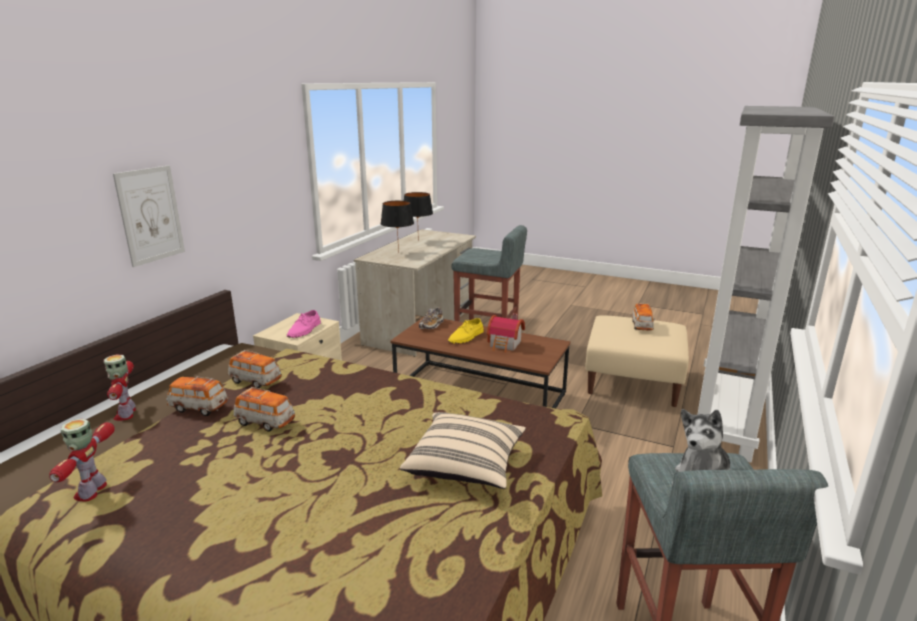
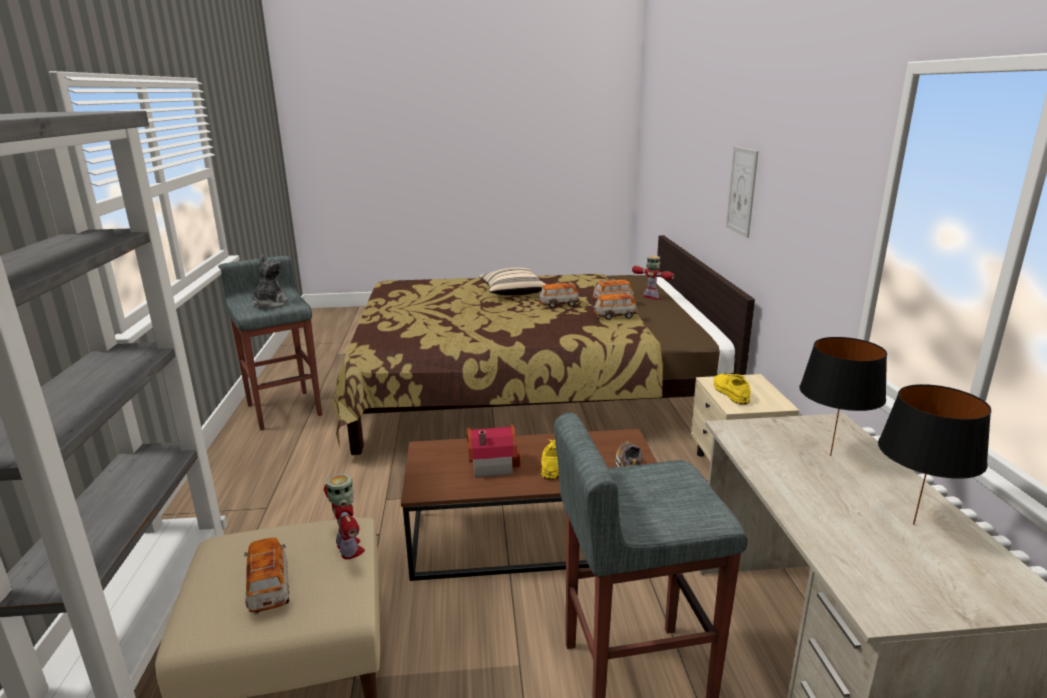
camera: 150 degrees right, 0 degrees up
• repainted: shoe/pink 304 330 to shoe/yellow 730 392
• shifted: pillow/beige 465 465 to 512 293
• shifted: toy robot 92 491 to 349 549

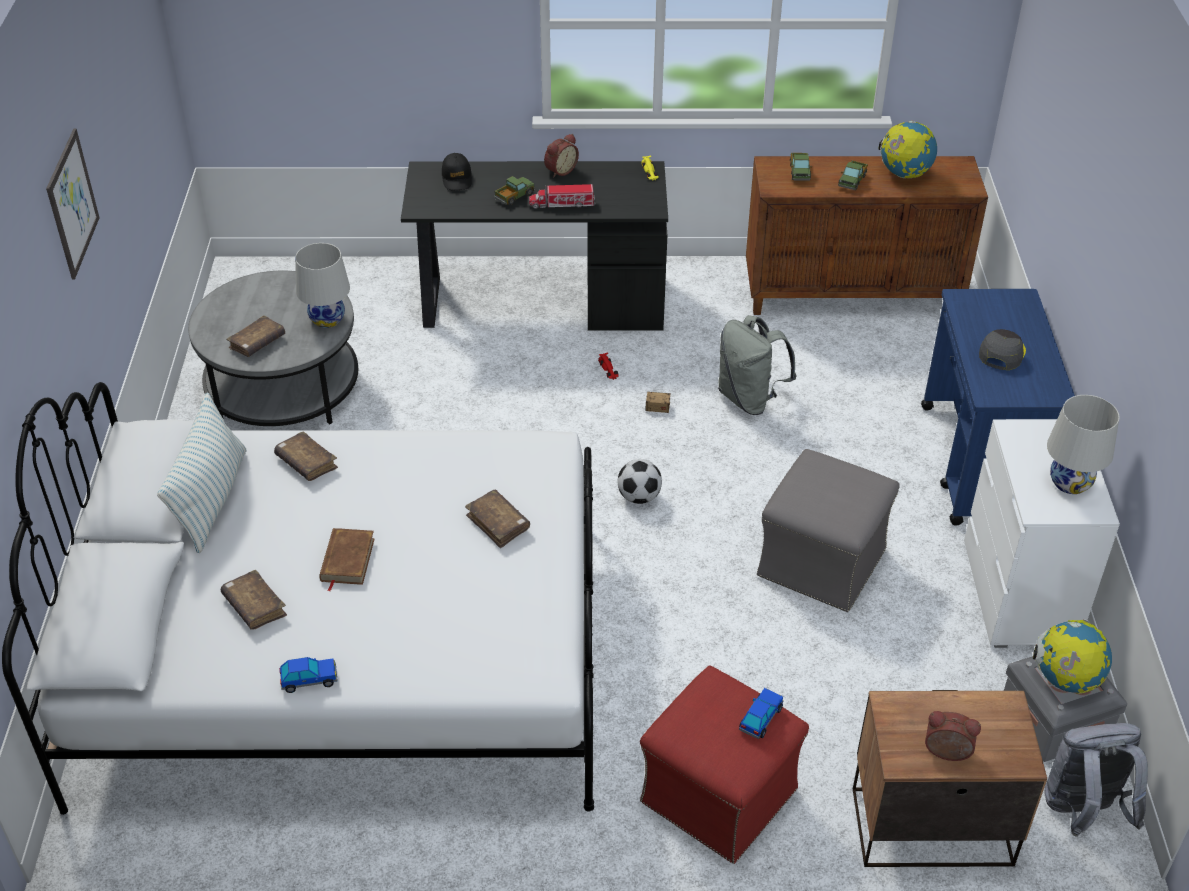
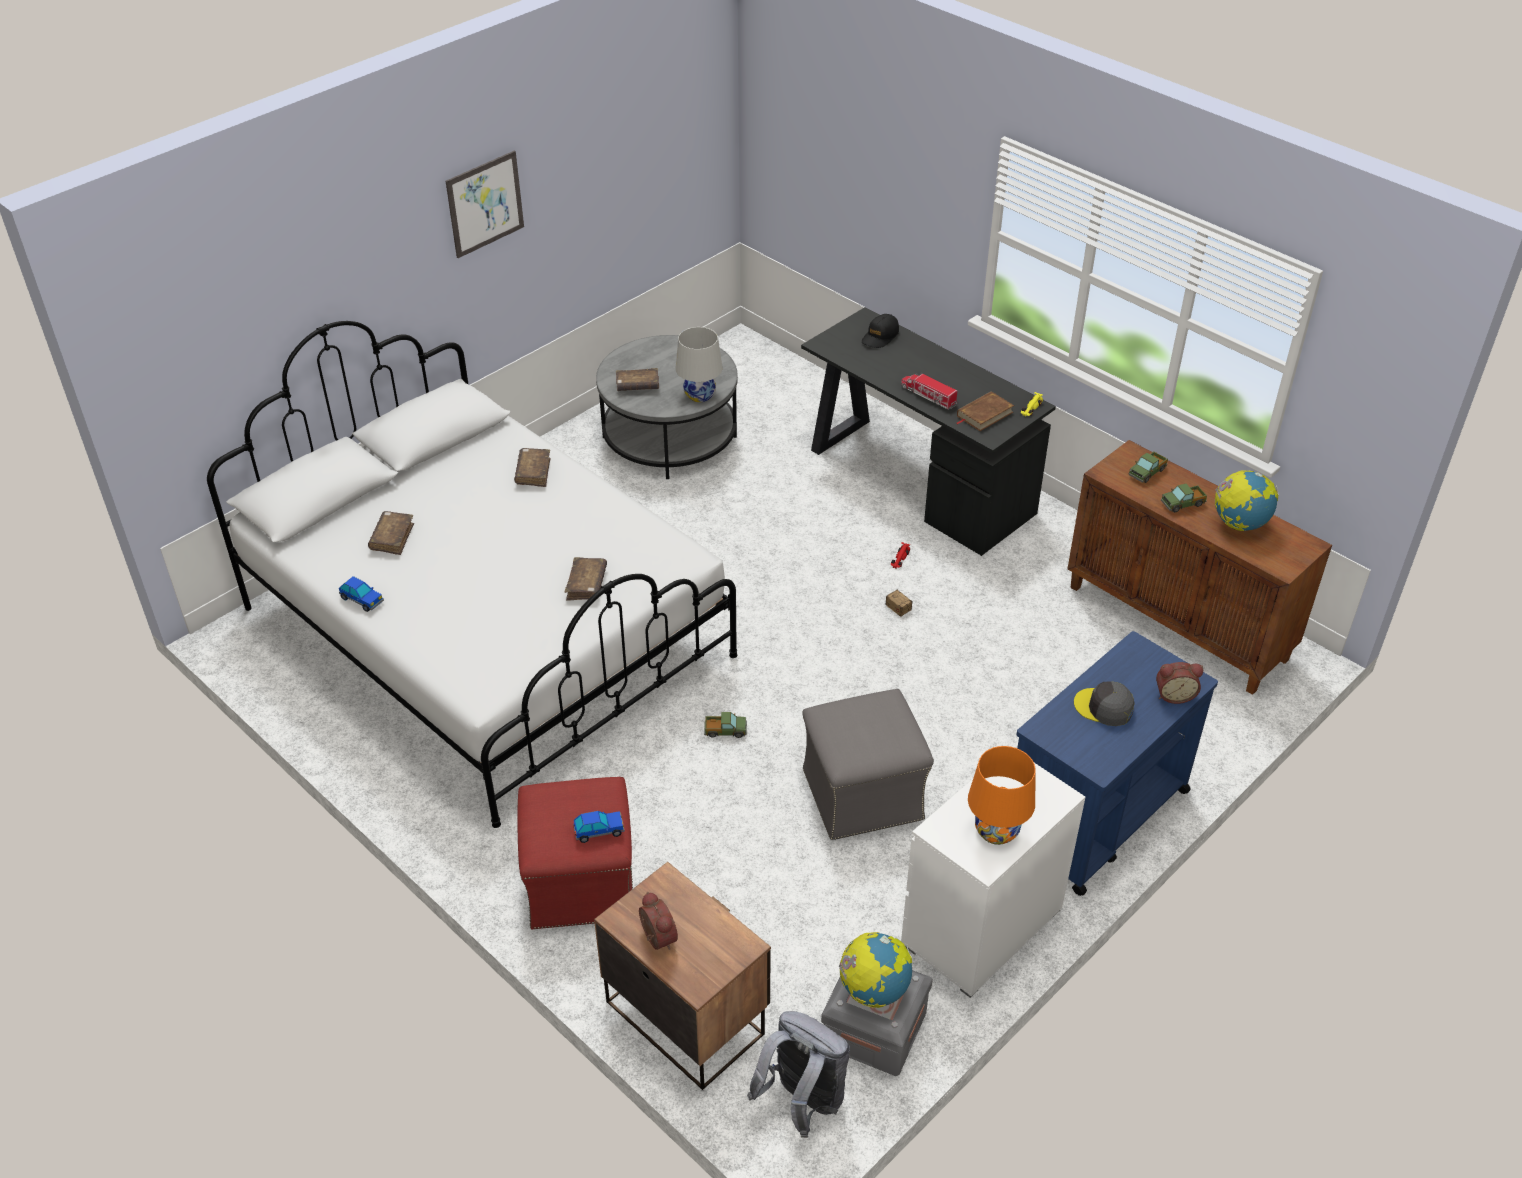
camera: 45 degrees right, 0 degrees up
• shifted: alarm clock 560 170 to 1174 695
• shifted: toy truck 514 196 to 725 731
• gone: backpack/grey 749 399
• rotated: cap/grey 1001 353 = 1104 707 135 degrees counterclockwise
• gone: pillow 212 499
• repainted: table lamp/white 1070 483 to table lamp/orange 996 831
• gone: football 639 497
• shifted: book/brown 347 560 to 984 414

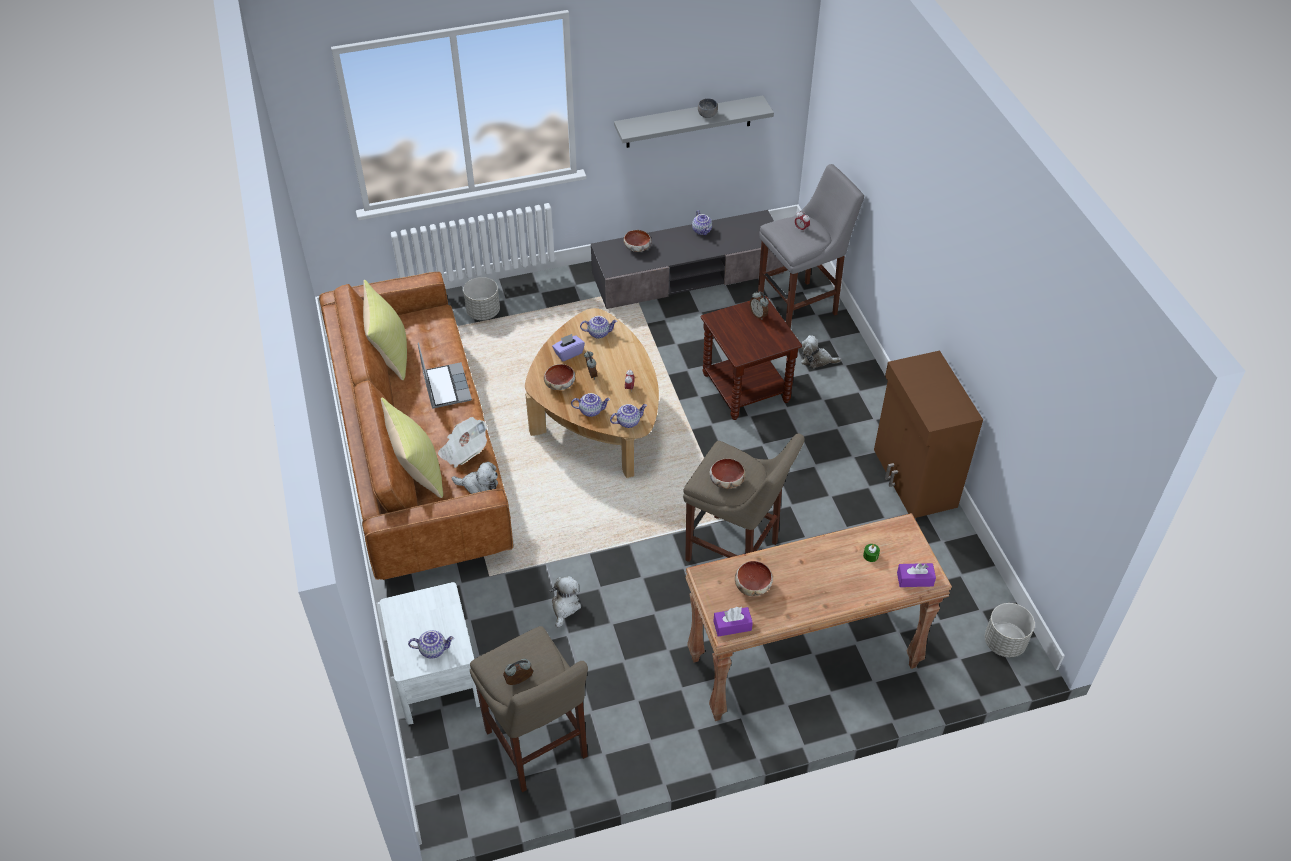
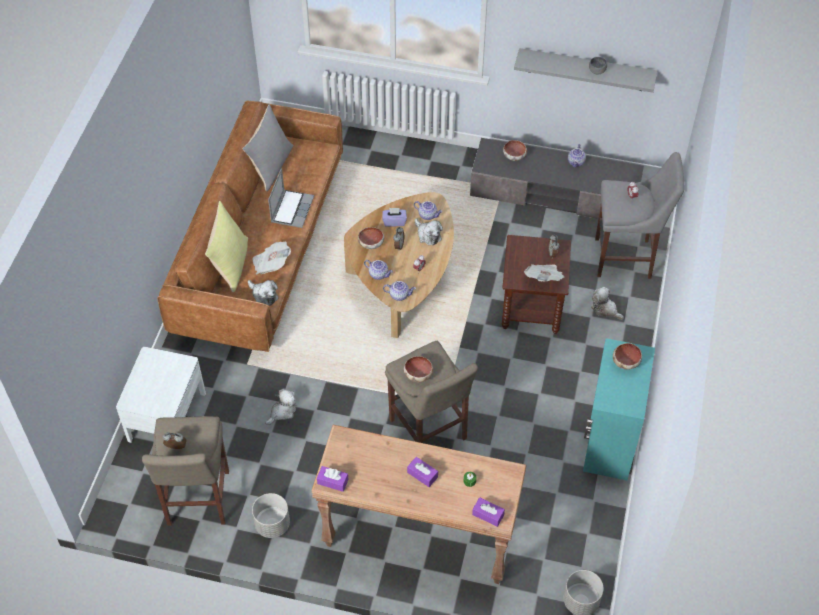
camera: 30 degrees right, 5 degrees up
• shifted: planter/grey 483 312 to 273 524
• repainted: pillow/yellow 389 353 to pillow/grey 271 166
• repainted: cabinet/brown 913 479 to cabinet/turquoise 609 441
• shifted: bowl 752 585 to 626 361
• gone: teapot 433 649
• new: plush toy 428 235
• new: newspaper 544 279
• new: tissue box/purple 422 474

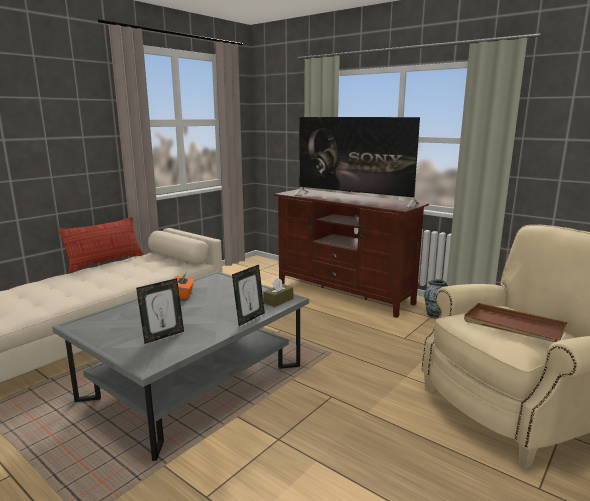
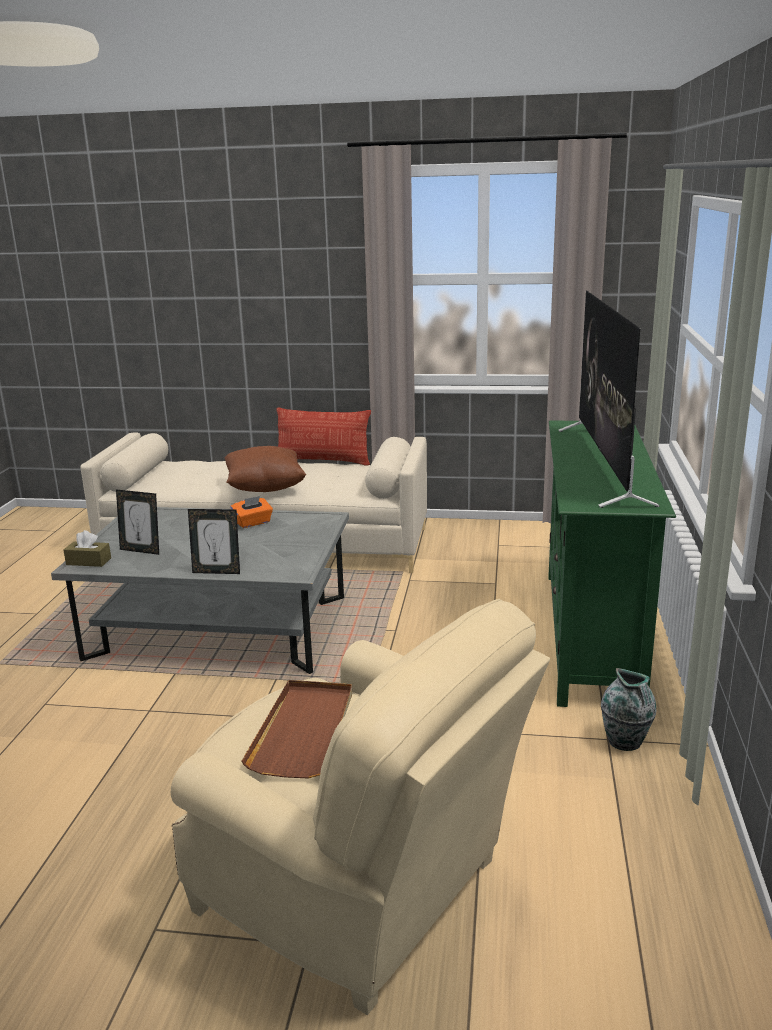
camera: 60 degrees right, 5 degrees up
• repainted: tv stand/brown 344 293 to tv stand/green 592 635
• shifted: tissue box/brown 278 301 to 88 561
• new: pillow/brown 265 488

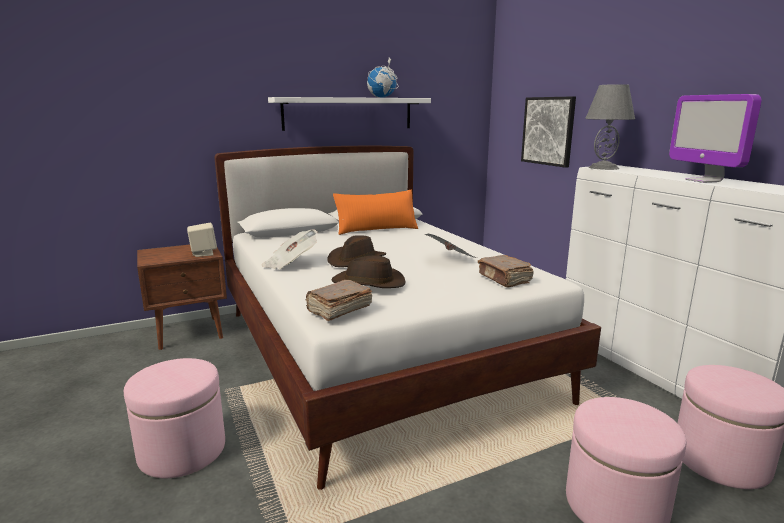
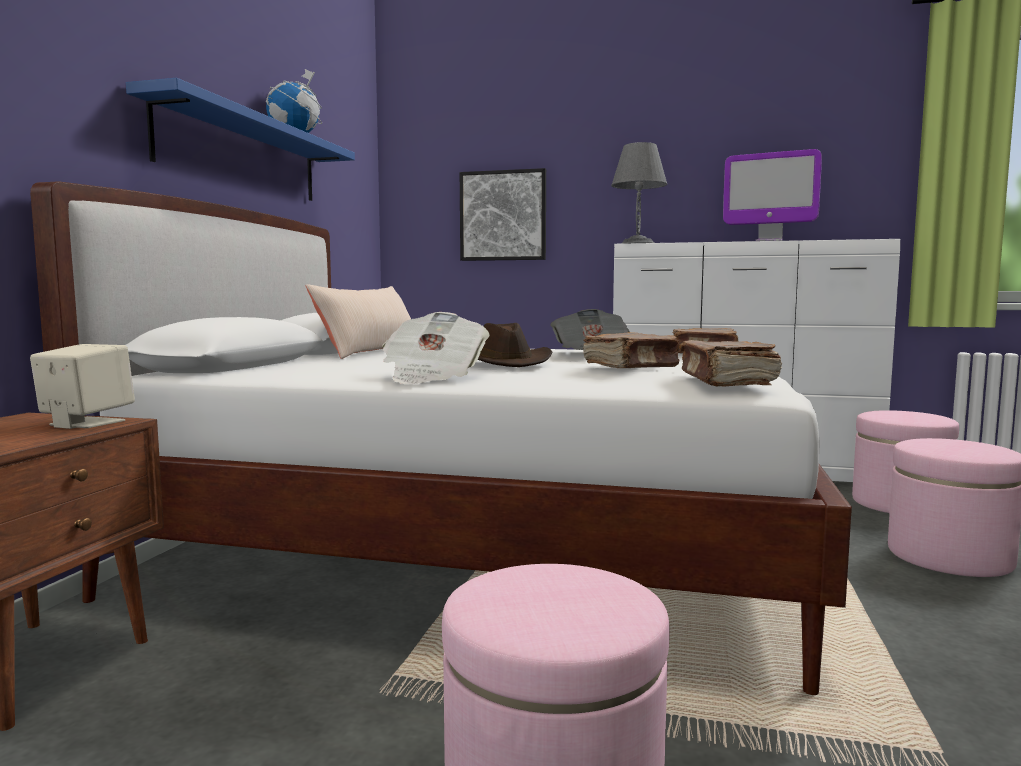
camera: 50 degrees left, 10 degrees down
• repainted: shelf/white 348 113 to shelf/blue 243 155
• repainted: pillow/orange 376 229 to pillow/beige 370 352
• swapped: hat/brown 369 283 to book/brown 632 367

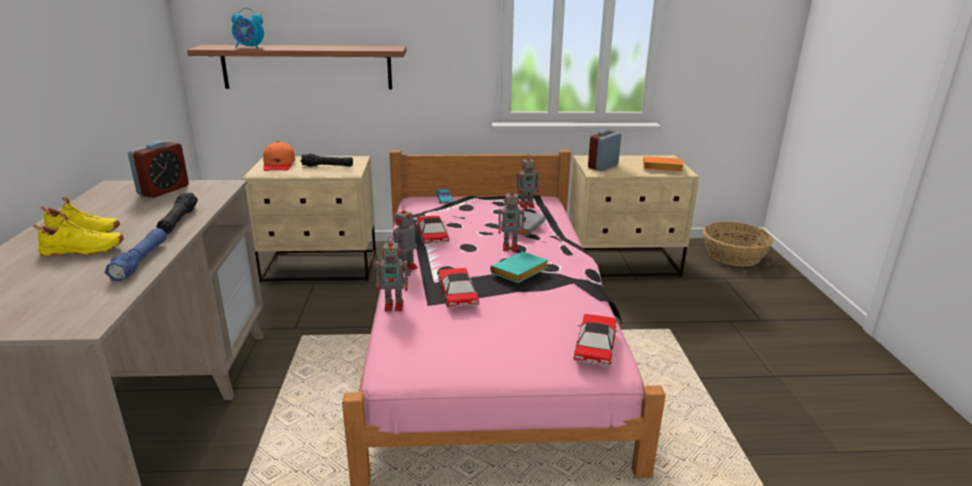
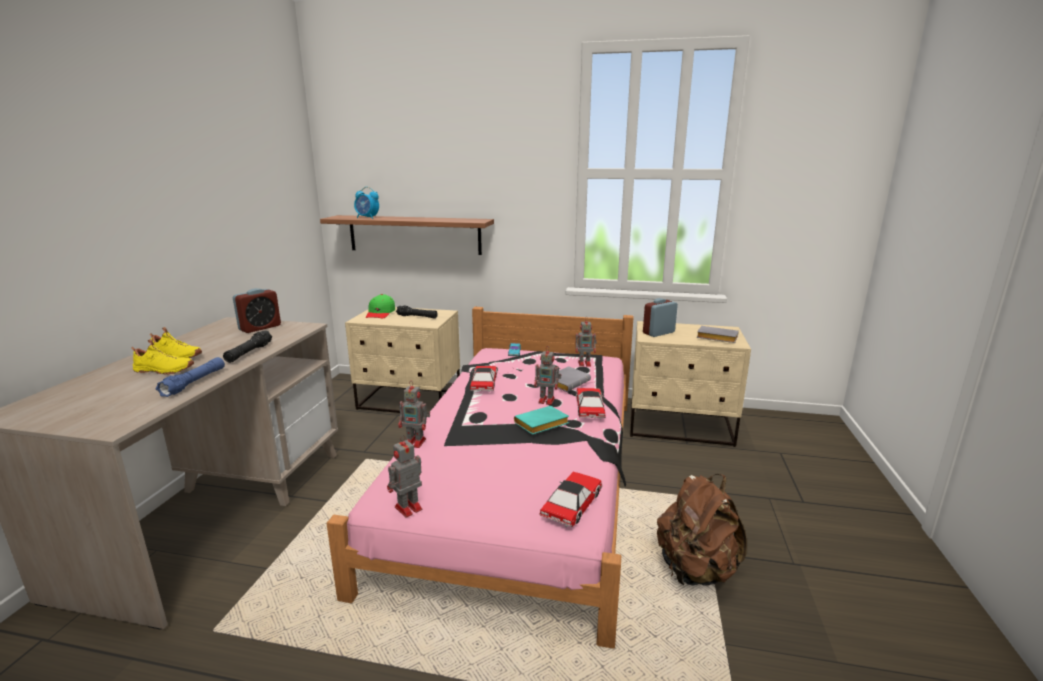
camera: 15 degrees right, 5 degrees down
• repainted: cap/orange 279 165 to cap/green 380 313
• repainted: book/orange 660 168 to book/grey 715 338
• shifted: toy robot 405 268 to 407 508
• gone: basket 733 255
• shifted: toy car 457 294 to 589 408
• new: backpack/brown 695 570

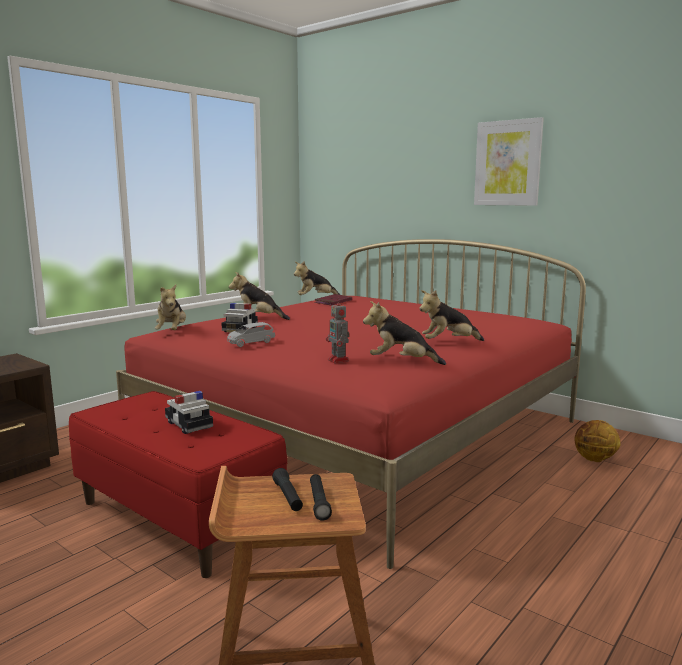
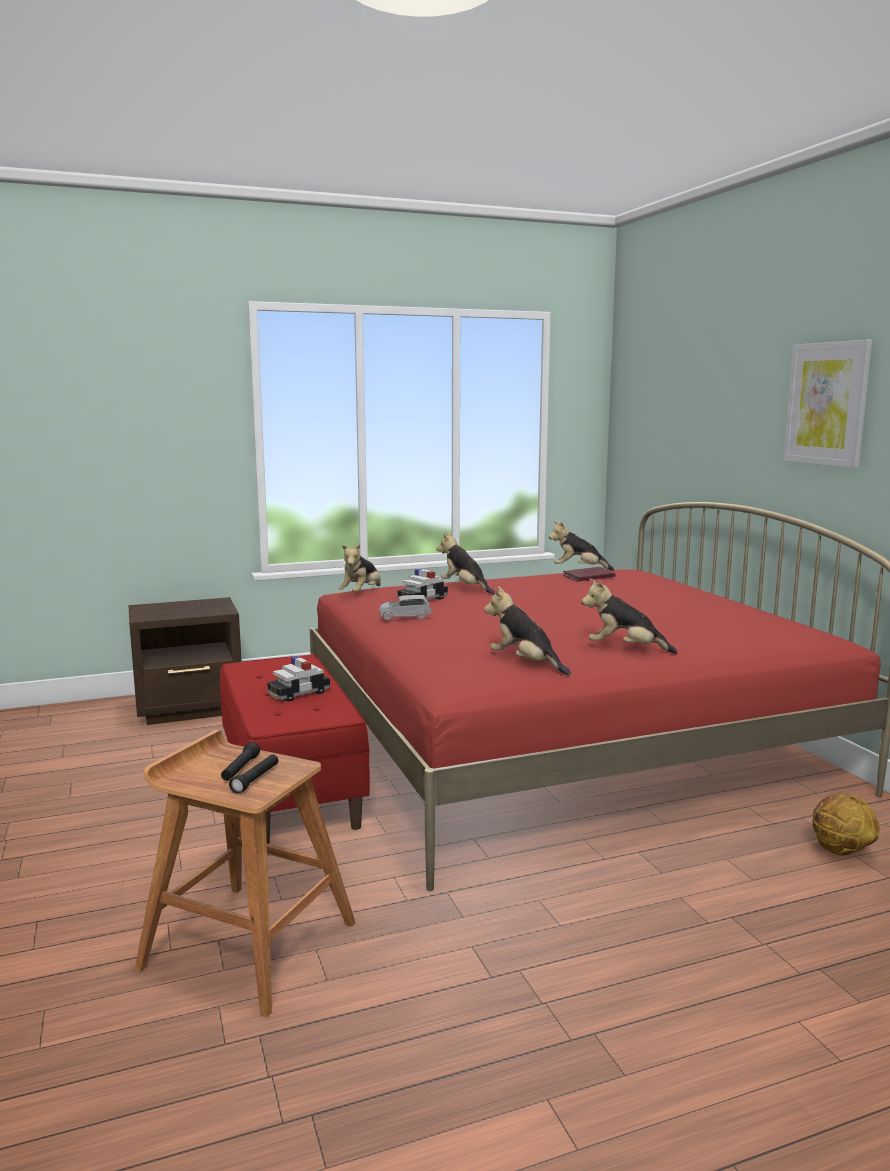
camera: 30 degrees right, 0 degrees up
• gone: toy robot 339 360
• rotated: toy car 188 424 = 298 693 120 degrees counterclockwise

